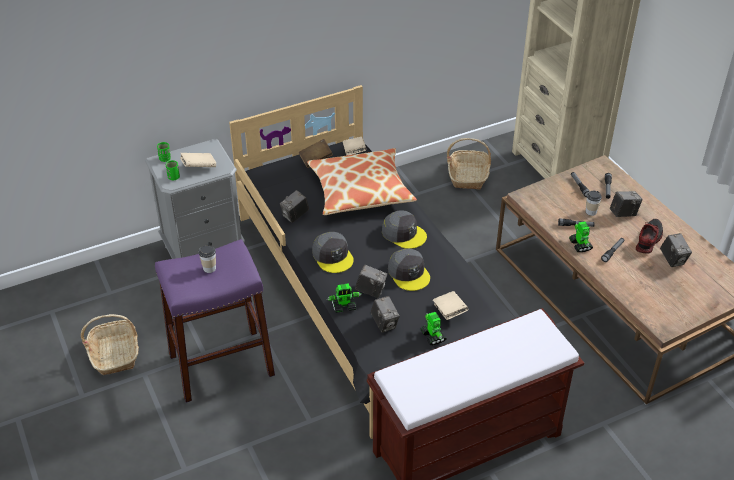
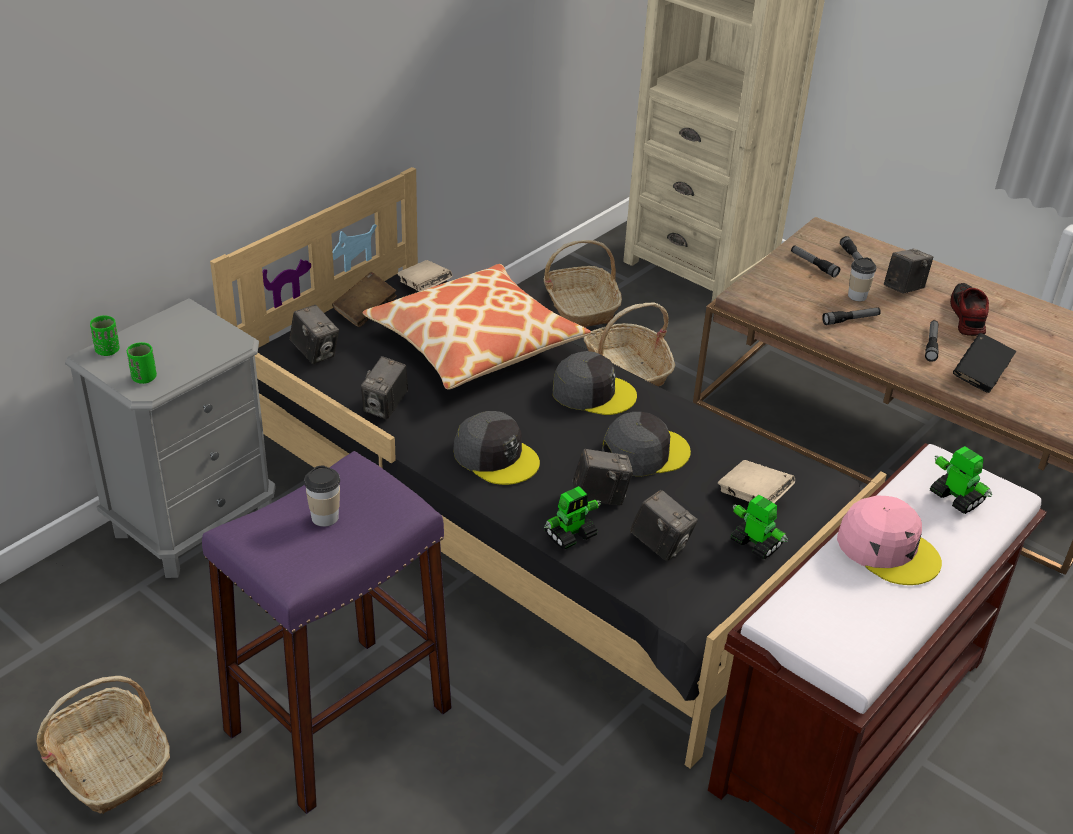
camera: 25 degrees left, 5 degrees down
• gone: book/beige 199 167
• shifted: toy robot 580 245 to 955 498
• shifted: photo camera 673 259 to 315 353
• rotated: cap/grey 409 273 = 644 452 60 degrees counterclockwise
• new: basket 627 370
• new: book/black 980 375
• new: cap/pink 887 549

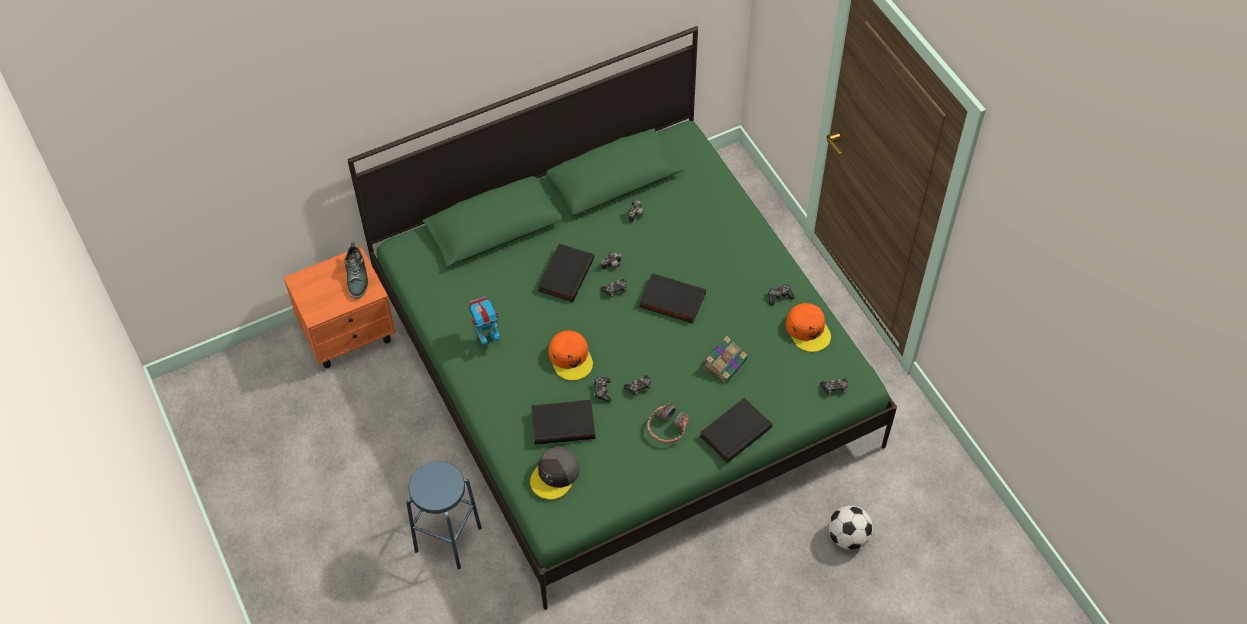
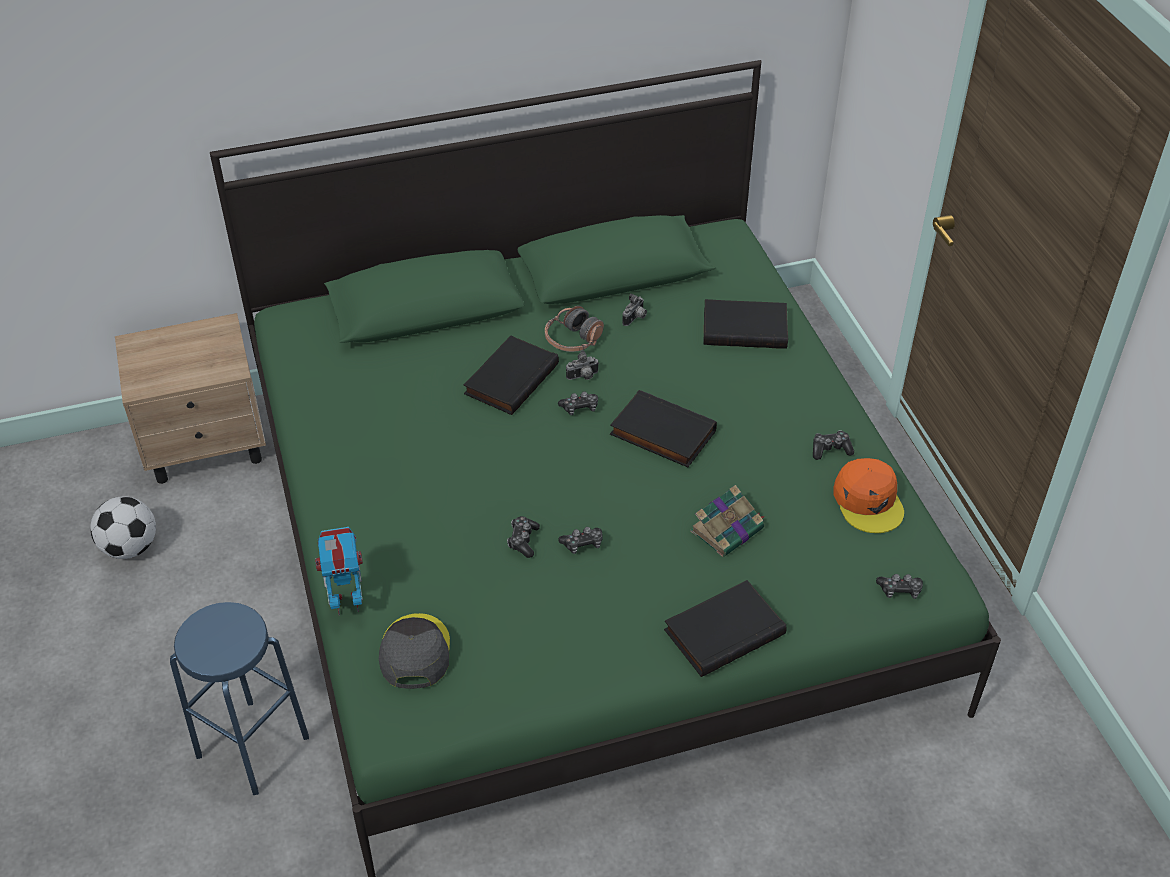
camera: 10 degrees right, 10 degrees down
• gone: shoe 357 277
• repainted: nightstand/orange 349 334 to nightstand/beige 207 445
• shifted: toy robot 487 339 to 347 603
• gone: cap/orange 571 358
• shifted: book/black 563 423 to 745 327
• shifted: headphones 667 428 to 573 340
• rotated: cap/grey 555 475 = 414 653 135 degrees clockwise
• shifted: football 848 537 to 130 547

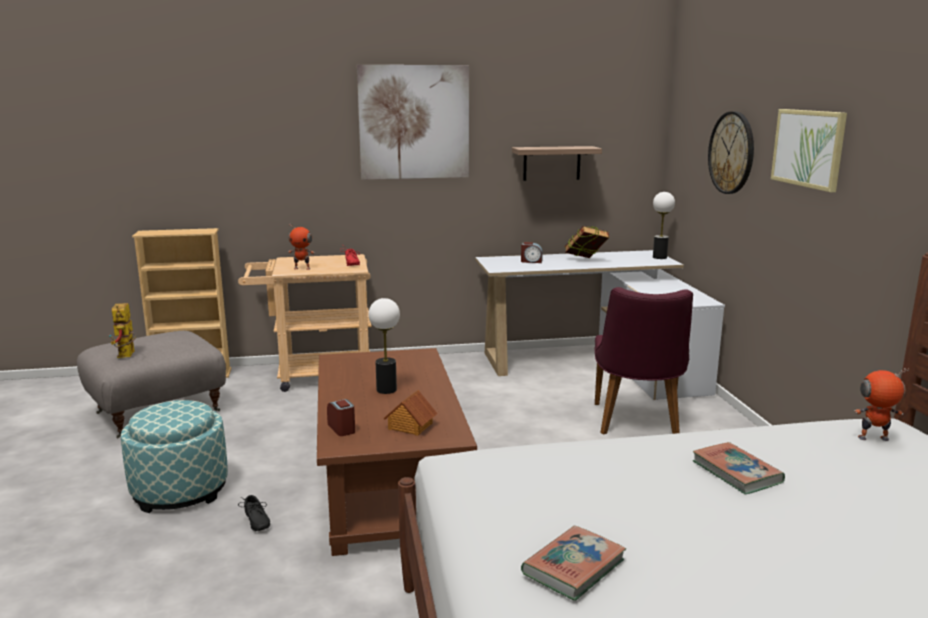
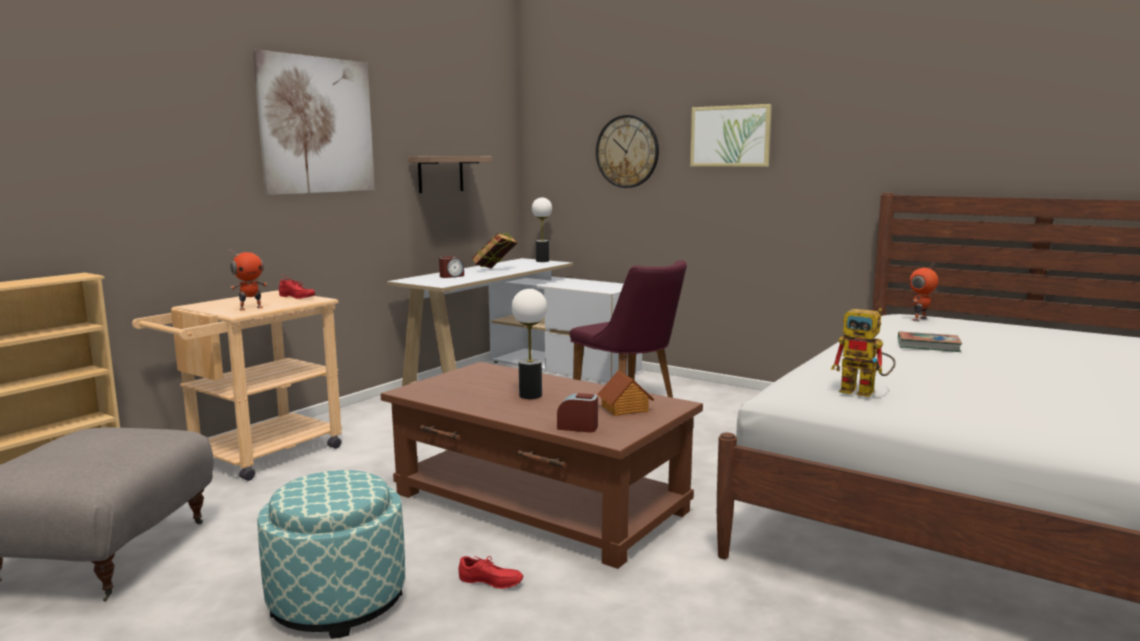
camera: 45 degrees left, 5 degrees down
• shifted: toy robot 127 356 to 865 392
• repainted: shoe/black 255 522 to shoe/red 490 583
• gone: book 573 567

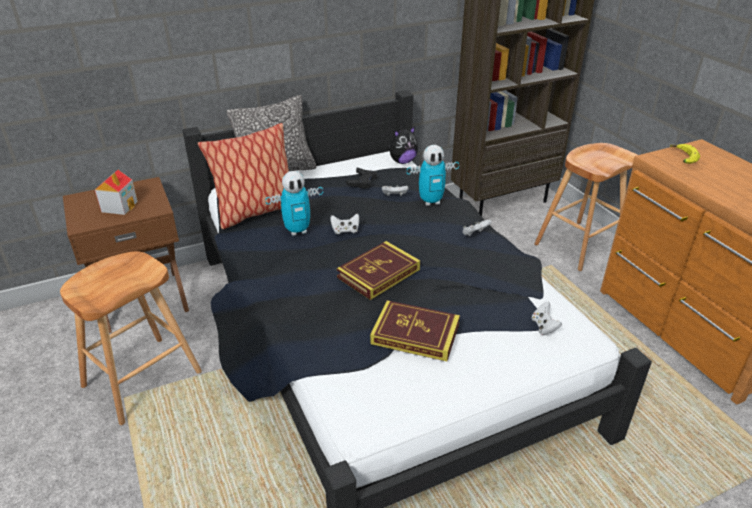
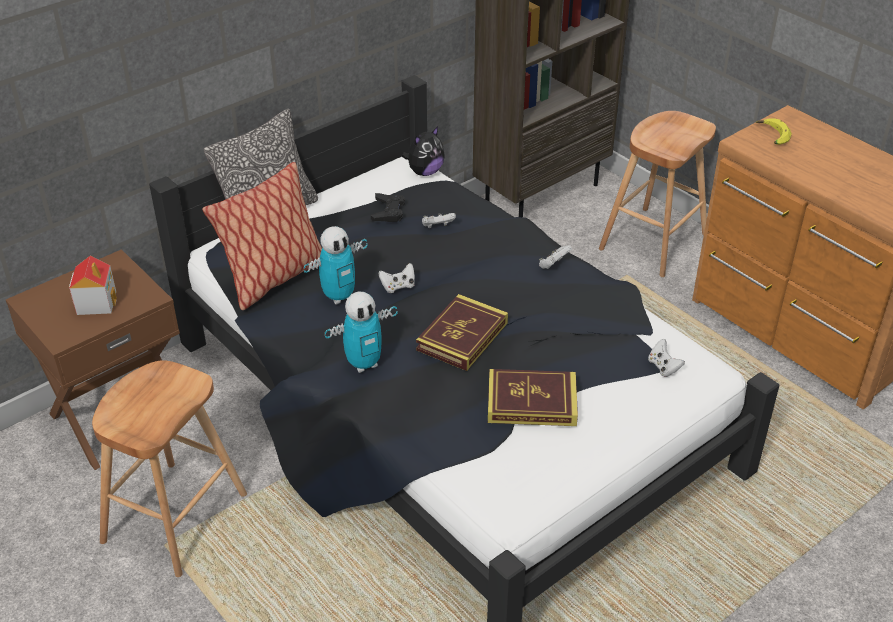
camera: 15 degrees left, 5 degrees up
• shifted: toy robot 431 202 to 364 364

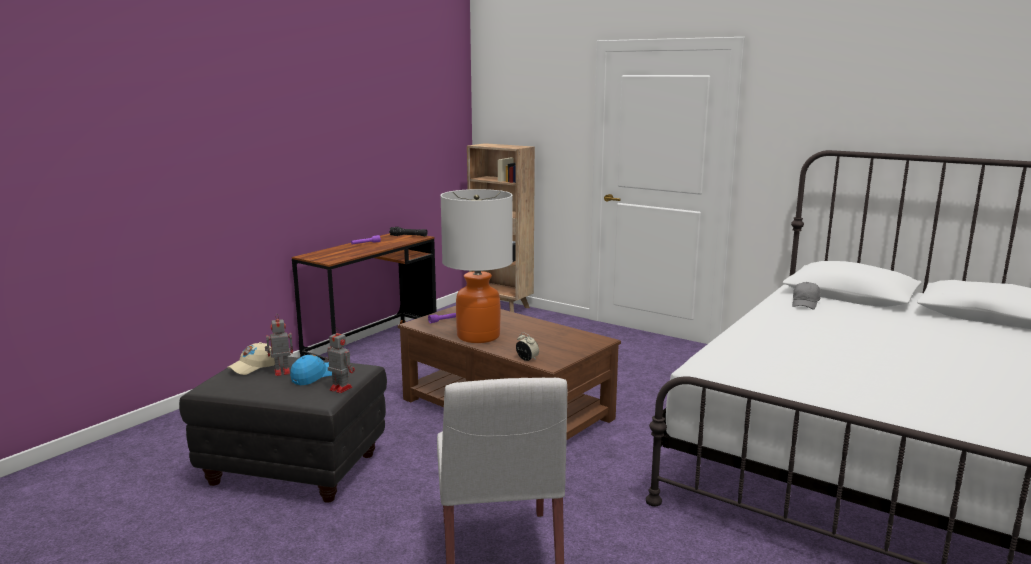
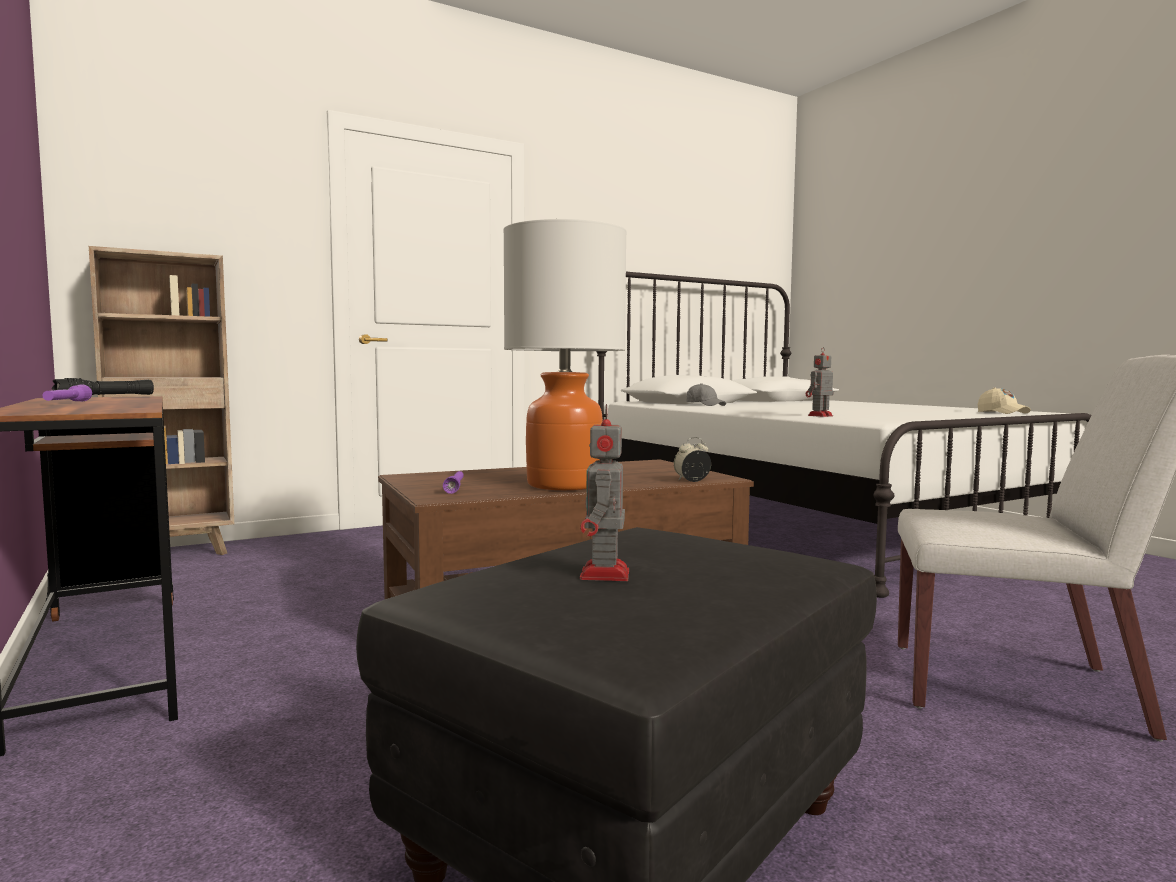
camera: 65 degrees left, 10 degrees down
• shifted: toy robot 340 388 to 819 416
• shifted: cap/beige 253 367 to 1002 413
• gone: cap/blue 314 376

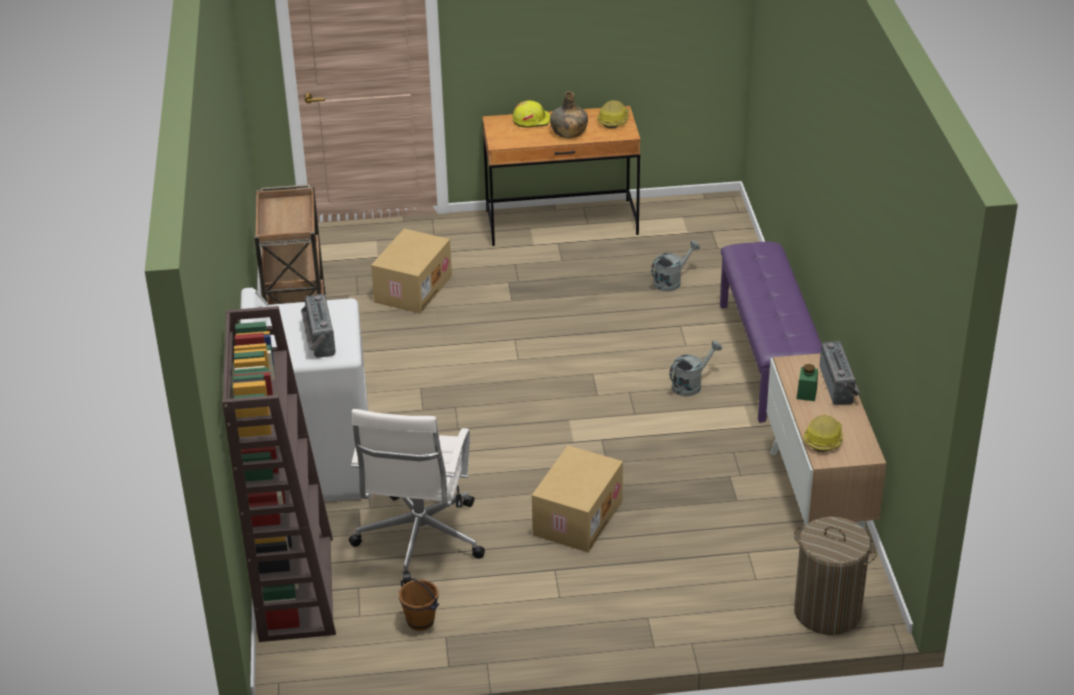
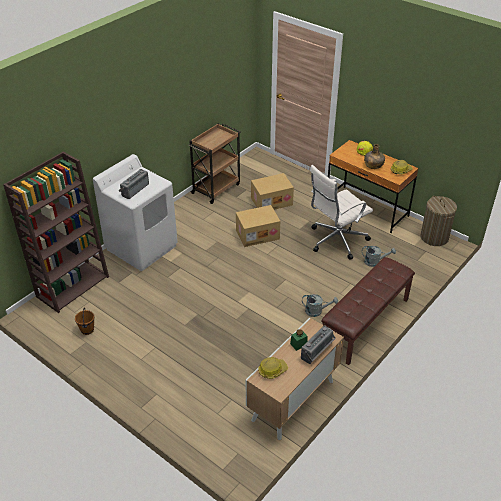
camera: 45 degrees right, 5 degrees up
• repainted: bench/purple 768 359 to bench/brown 365 323
• shifted: office chair/white 419 540 to 336 240
• shifted: cardboard box 576 517 to 257 234
• shifted: laundry basket 827 612 to 434 237

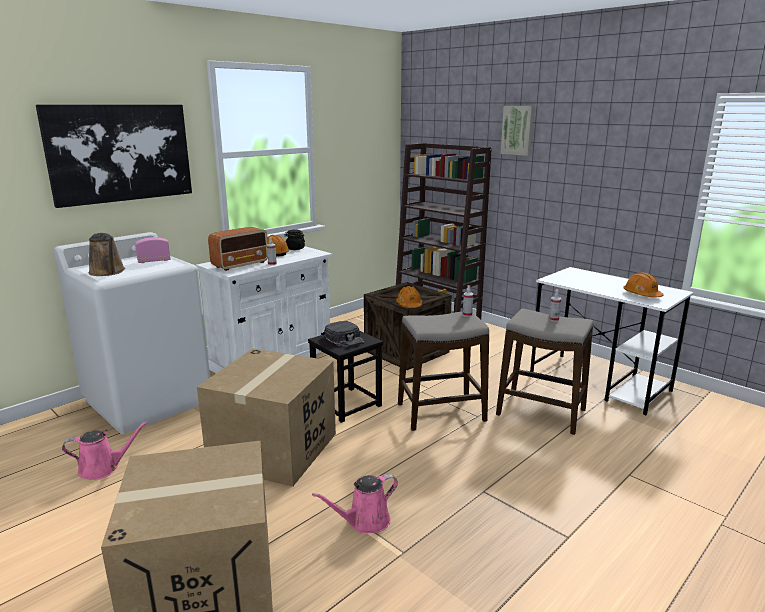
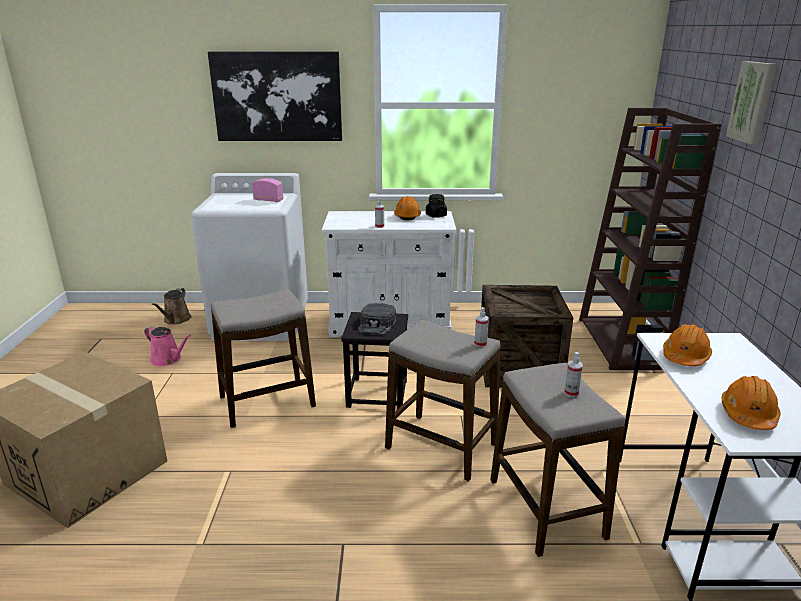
camera: 45 degrees right, 5 degrees up
• gone: radio 241 264
• shifted: watering can/brown 108 272 to 176 320
• shifted: hard hat/orange 409 305 to 685 356
• swapped: cardboard box 274 449 to stool 267 402
• gone: watering can/pink 365 521

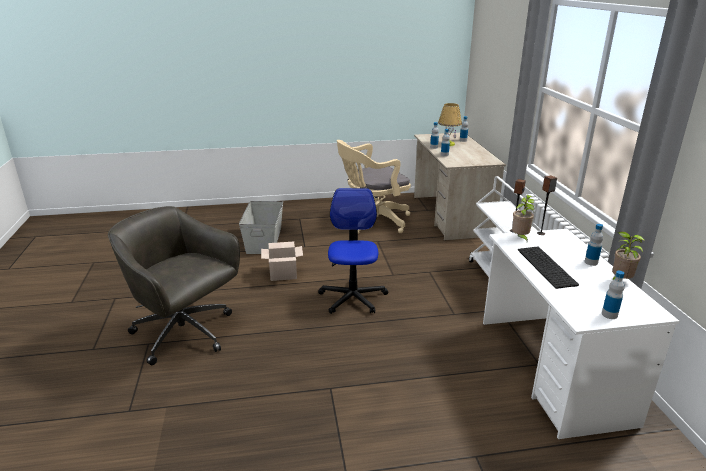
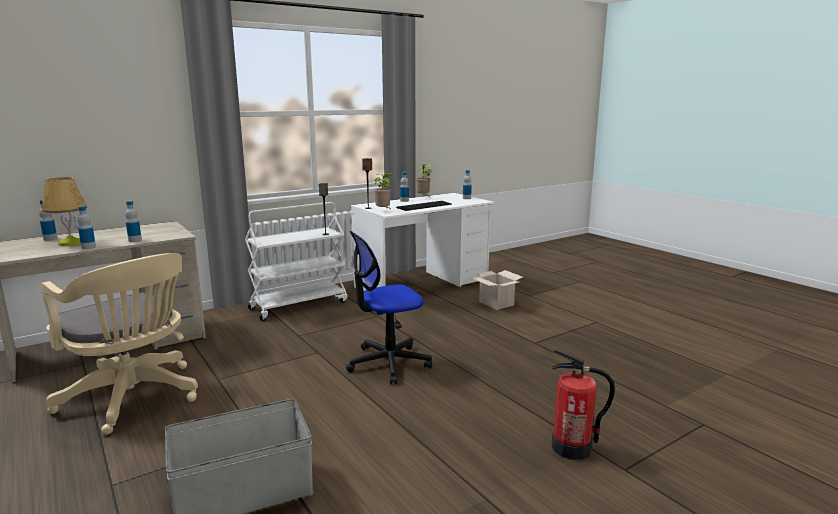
camera: 115 degrees left, 10 degrees down
• swapped: office chair/grey 185 334 to fire extinguisher 572 448
• shifted: cardboard box 284 274 to 495 303

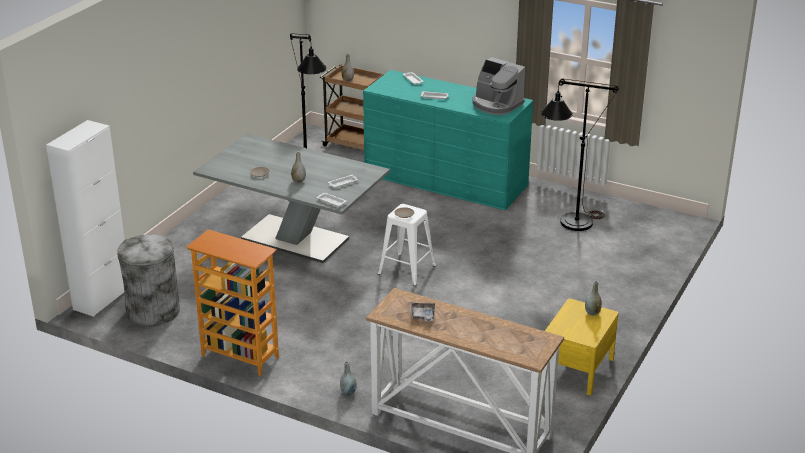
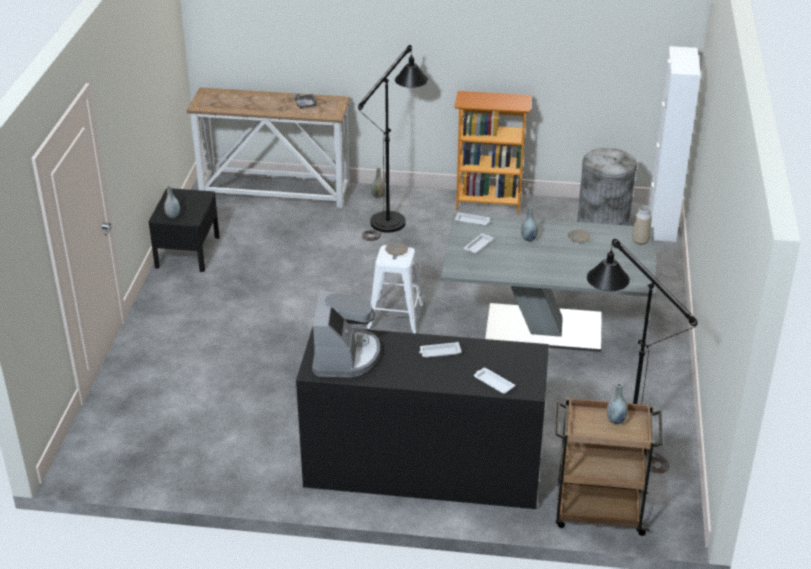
camera: 160 degrees right, 5 degrees up
• rotated: coffee machine 496 104 = 345 356 75 degrees clockwise
• repainted: dresser/turquoise 445 180 to dresser/black 423 468
• shifted: floor lamp/black 569 225 to 394 218
• repainted: nightstand/yellow 577 369 to nightstand/black 187 252
• new: vase 640 241

